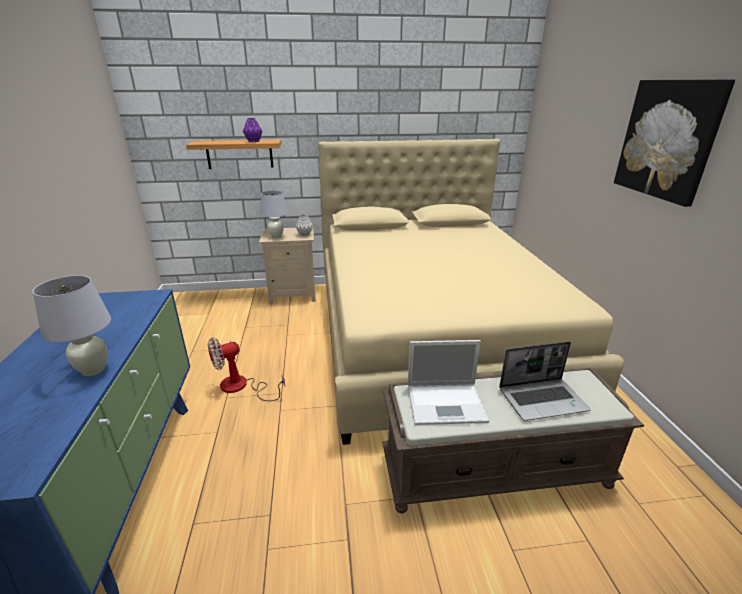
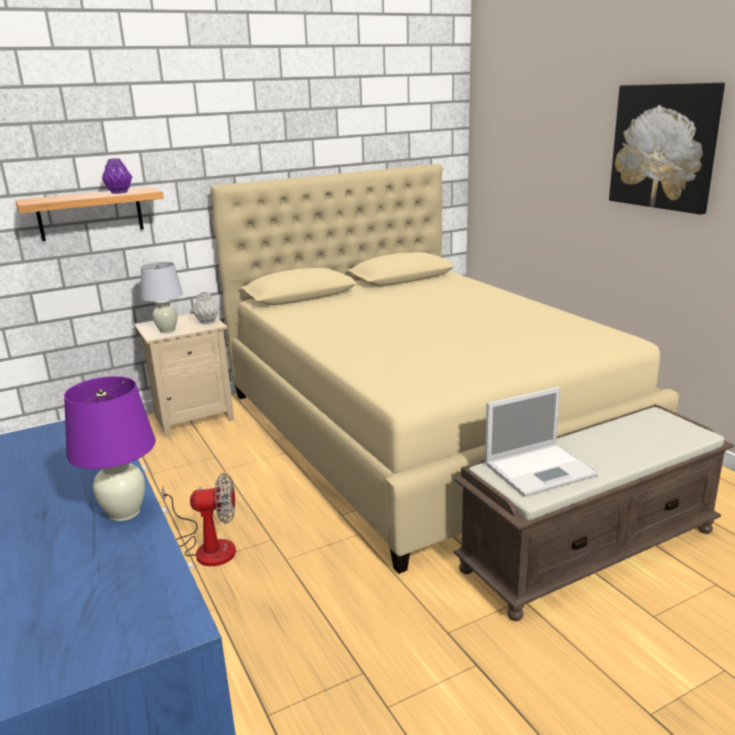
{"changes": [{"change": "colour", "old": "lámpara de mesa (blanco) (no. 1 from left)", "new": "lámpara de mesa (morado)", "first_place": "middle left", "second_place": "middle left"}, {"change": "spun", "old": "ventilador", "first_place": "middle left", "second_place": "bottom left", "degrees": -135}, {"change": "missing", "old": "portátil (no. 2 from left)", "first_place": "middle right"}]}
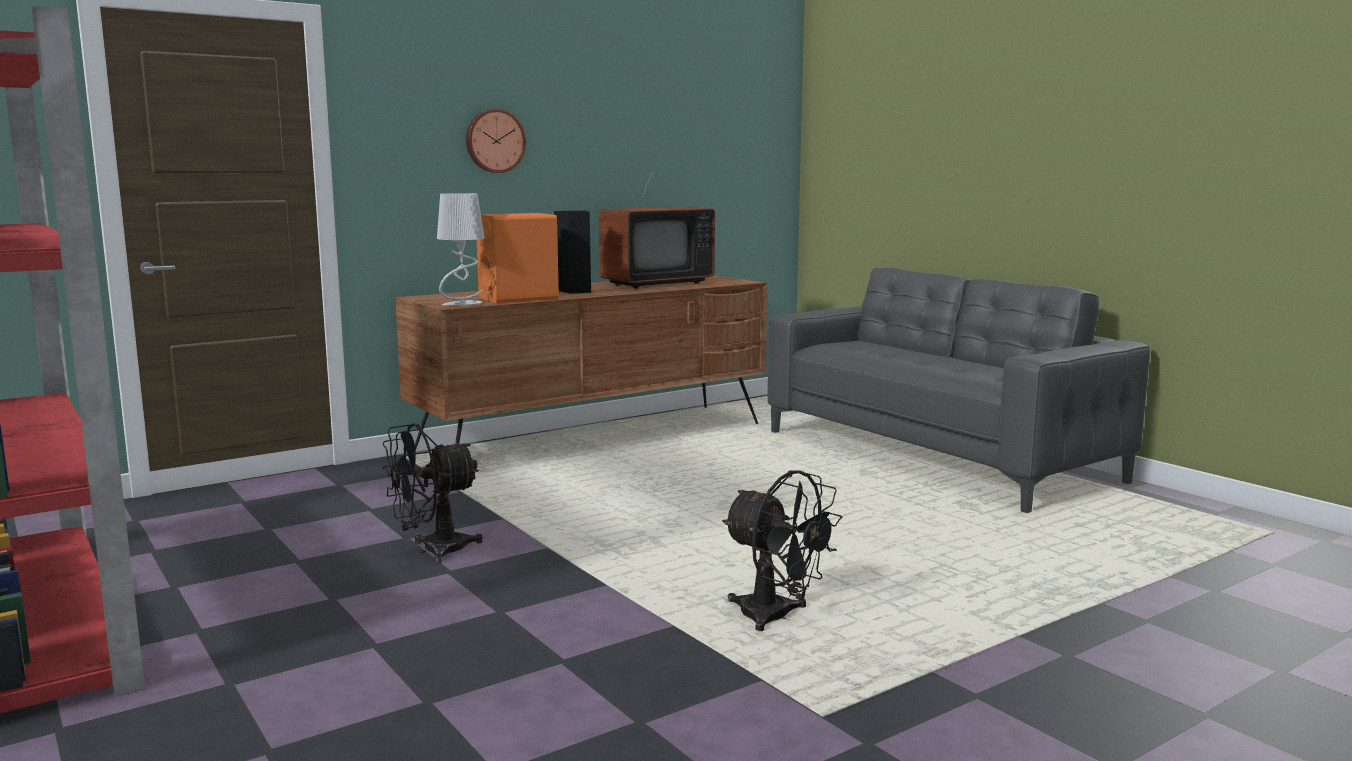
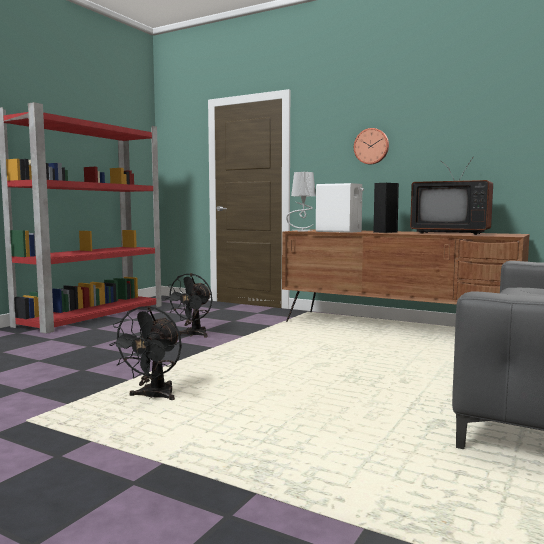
{"changes": [{"change": "spun", "old": "ventilador (negro) (no. 1 from left in the first image)", "first_place": "middle left", "second_place": "centre", "degrees": -105}, {"change": "colour", "old": "altavoz (naranja)", "new": "altavoz (blanco)", "first_place": "centre", "second_place": "centre"}]}
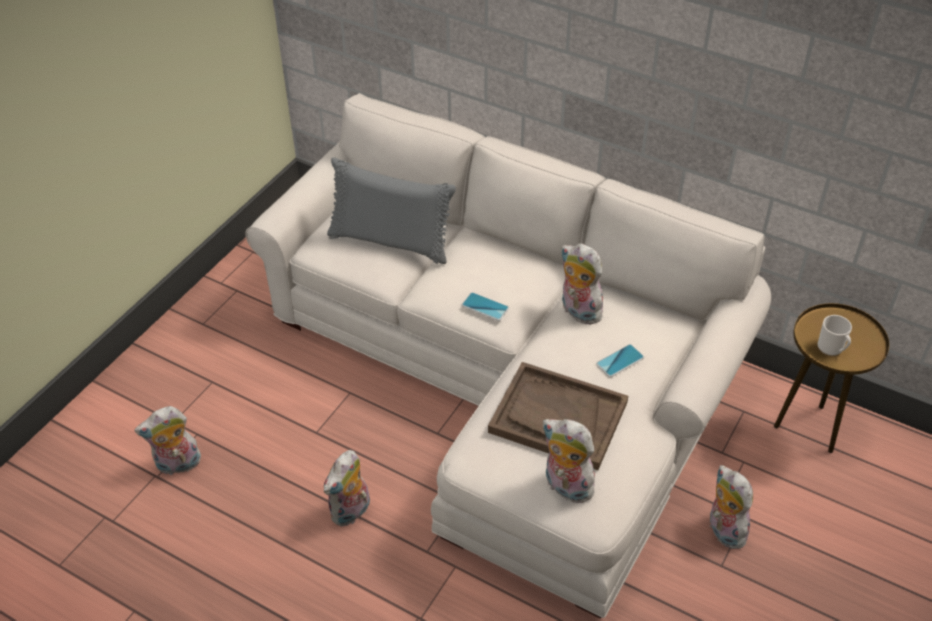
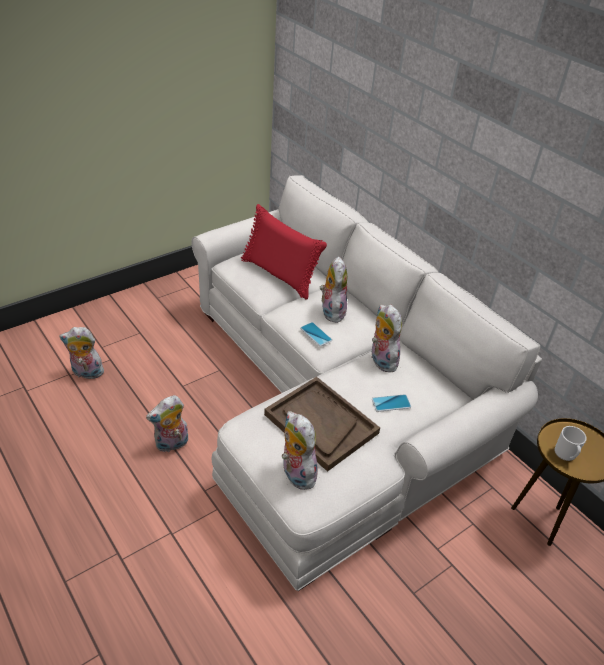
{"changes": [{"change": "colour", "old": "cojín (gris)", "new": "cojín (rojo)", "first_place": "centre", "second_place": "centre"}, {"change": "relocated", "old": "peluche (no. 5 from left in the first image)", "new": "peluche (no. 4 from left)", "first_place": "bottom right", "second_place": "centre"}]}
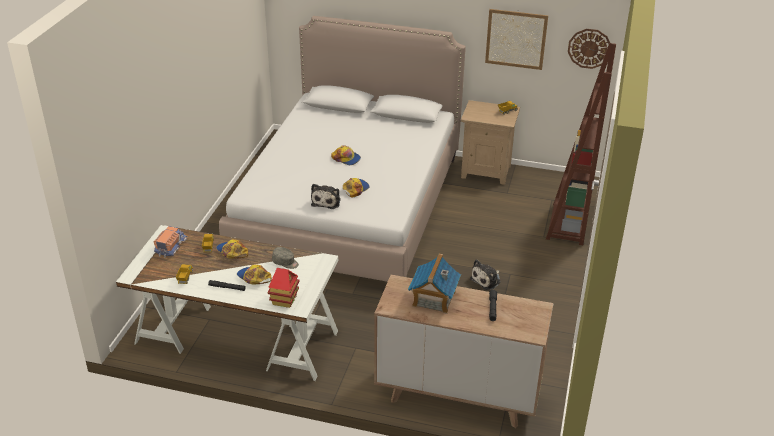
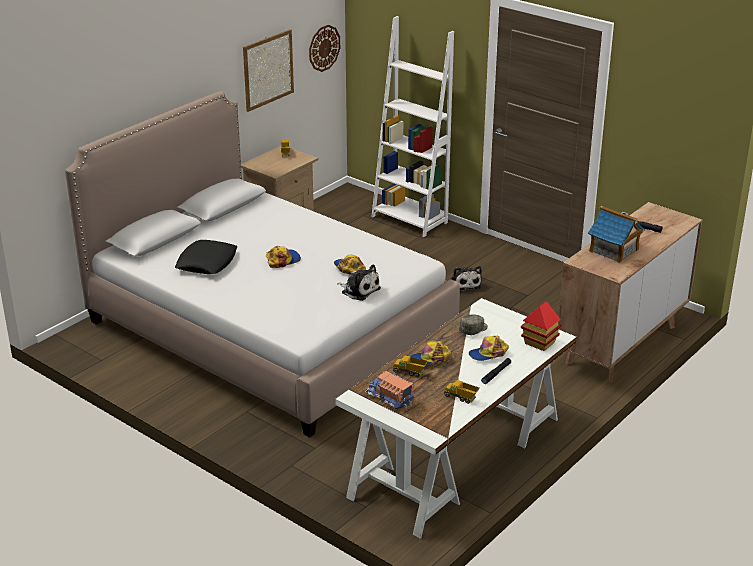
{"changes": [{"change": "appeared", "new": "cojín (negro)", "second_place": "middle left"}, {"change": "colour", "old": "estantería (marrón)", "new": "estantería (blanco)", "first_place": "top right", "second_place": "top centre"}]}
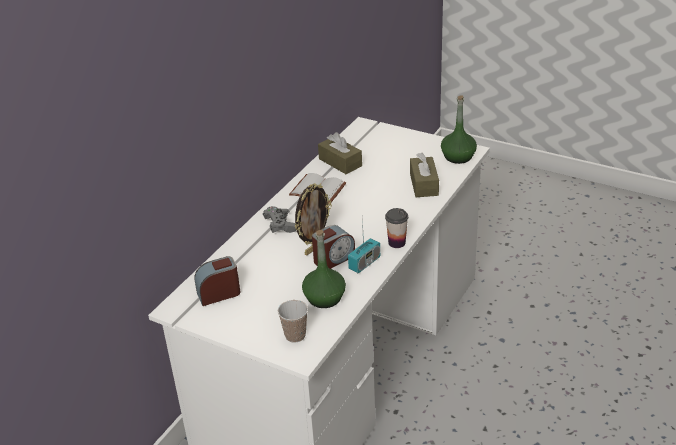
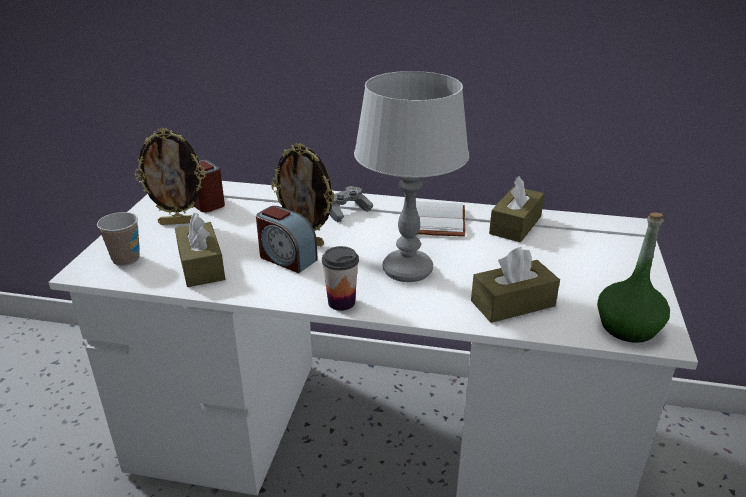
{"changes": [{"change": "appeared", "new": "portarretratos (no. 1 from left)", "second_place": "middle left"}, {"change": "exchanged", "old": "botella (verde) (no. 1 from left)", "new": "caja de pañuelos (marrón) (no. 1 from left)", "first_place": "centre", "second_place": "middle left"}, {"change": "appeared", "new": "lámpara de mesa (gris)", "second_place": "centre"}, {"change": "missing", "old": "radio", "first_place": "centre"}]}
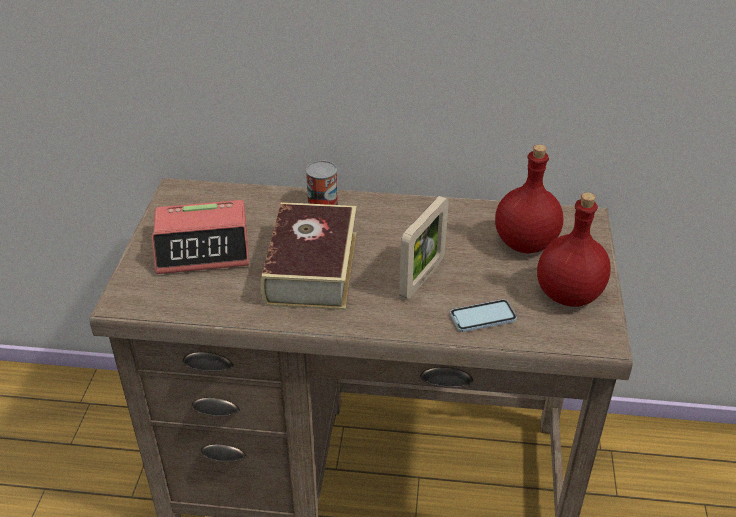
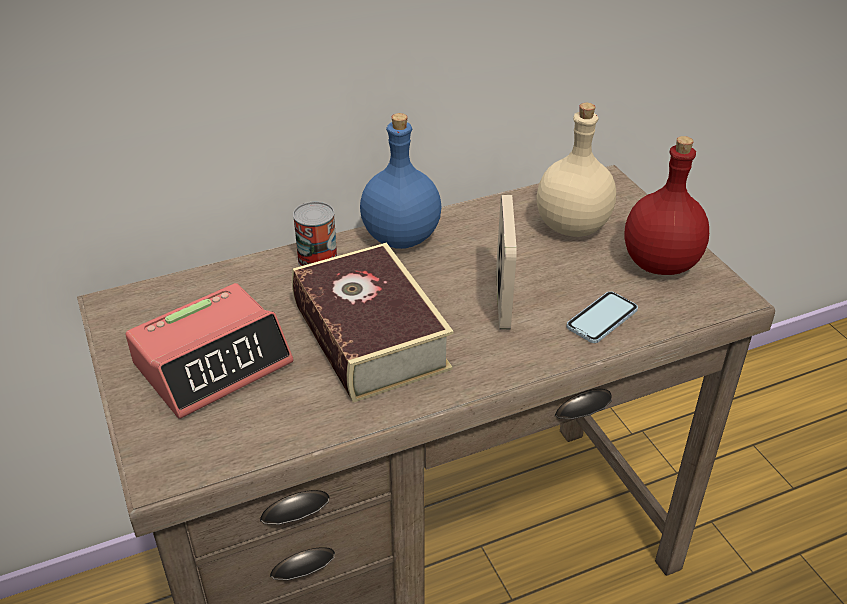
{"changes": [{"change": "appeared", "new": "botella (azul)", "second_place": "top centre"}, {"change": "colour", "old": "botella (rojo) (no. 1 from left)", "new": "botella (beis)", "first_place": "middle right", "second_place": "top right"}]}
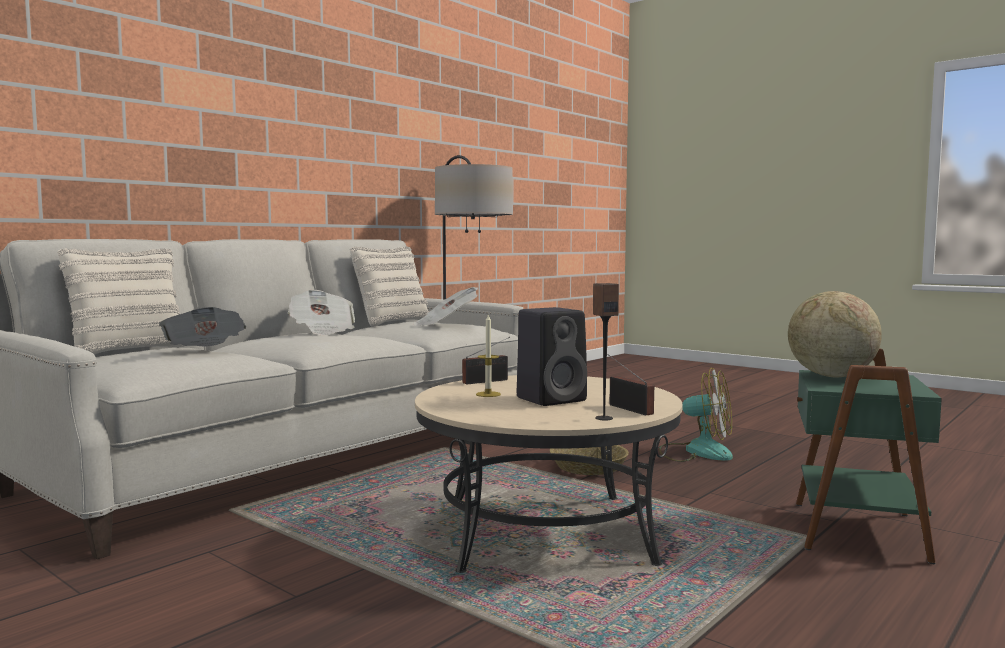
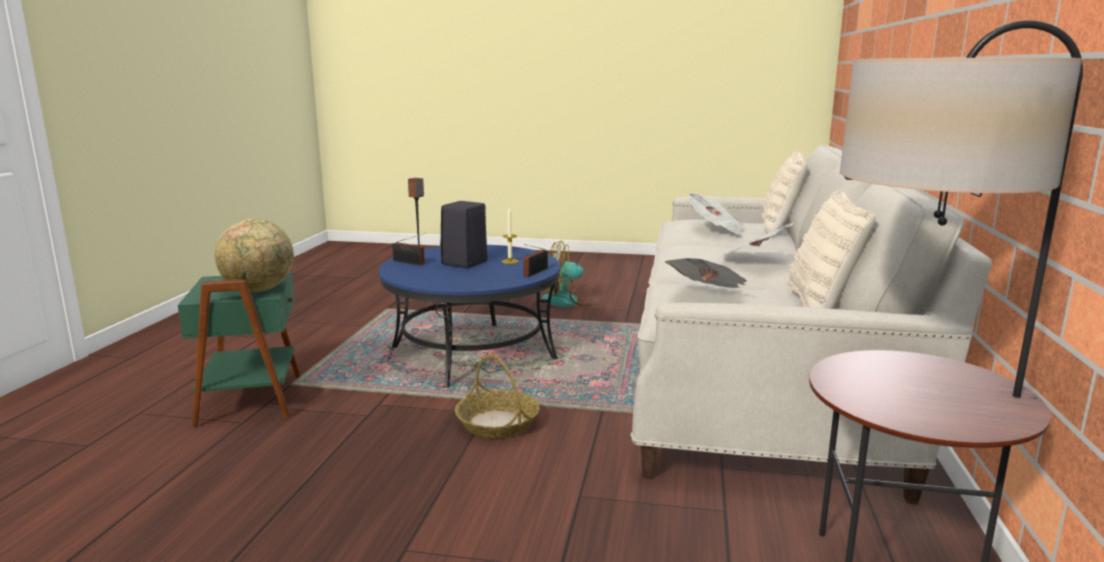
{"changes": [{"change": "colour", "old": "mesa de centro (beis)", "new": "mesa de centro (azul)", "first_place": "bottom centre", "second_place": "centre"}, {"change": "relocated", "old": "ventilador", "first_place": "middle right", "second_place": "centre"}]}
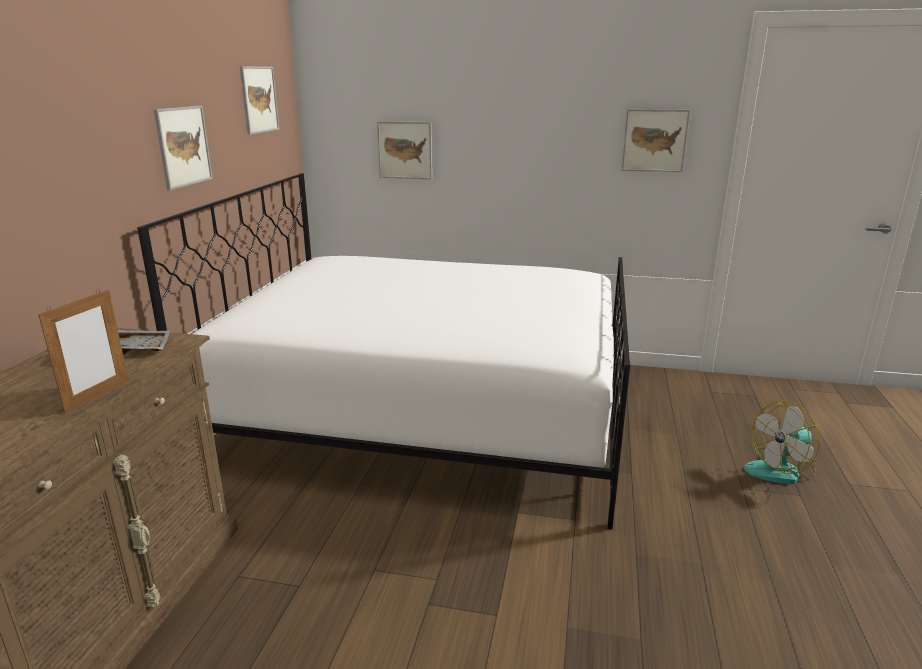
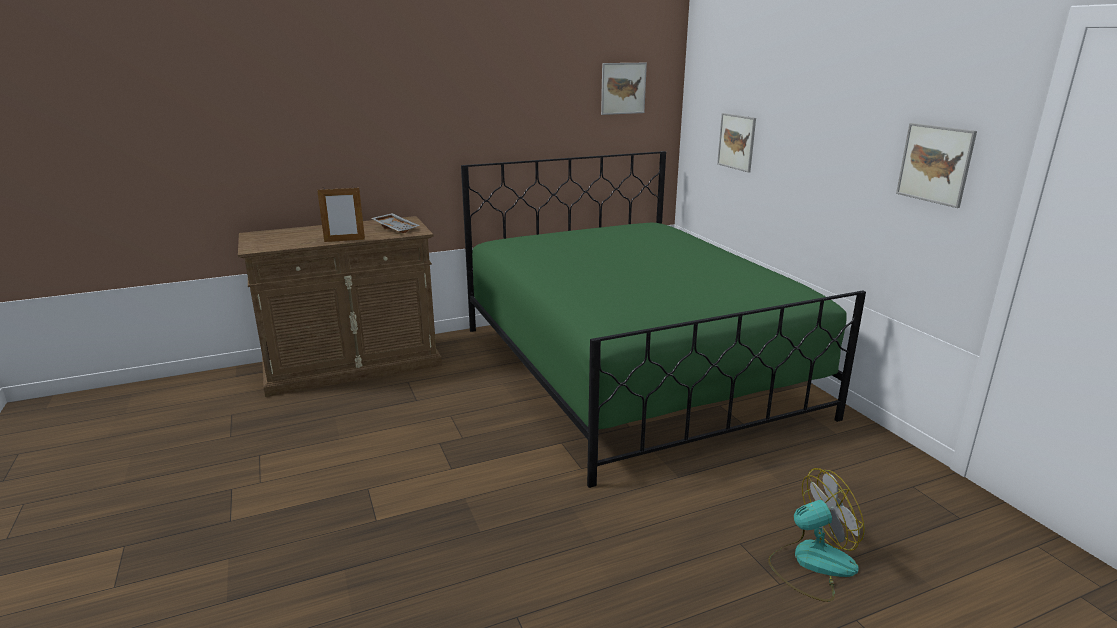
{"changes": [{"change": "colour", "old": "cama (blanco)", "new": "cama (verde)", "first_place": "centre", "second_place": "centre"}, {"change": "spun", "old": "ventilador", "first_place": "middle right", "second_place": "bottom right", "degrees": 135}, {"change": "missing", "old": "cuadro (no. 1 from left)", "first_place": "top left"}]}
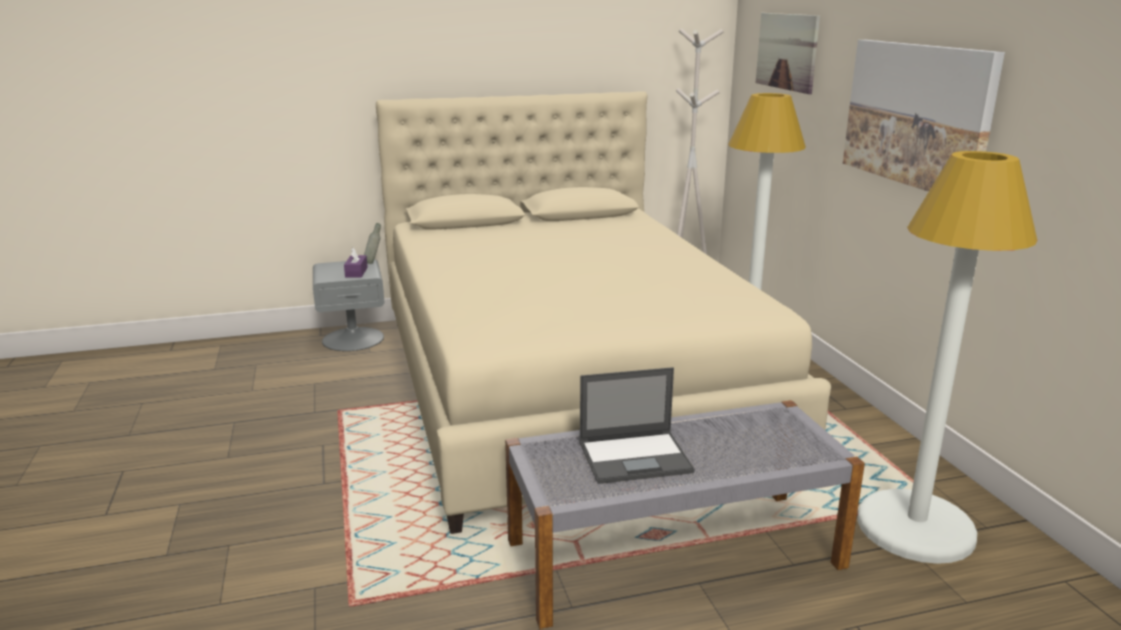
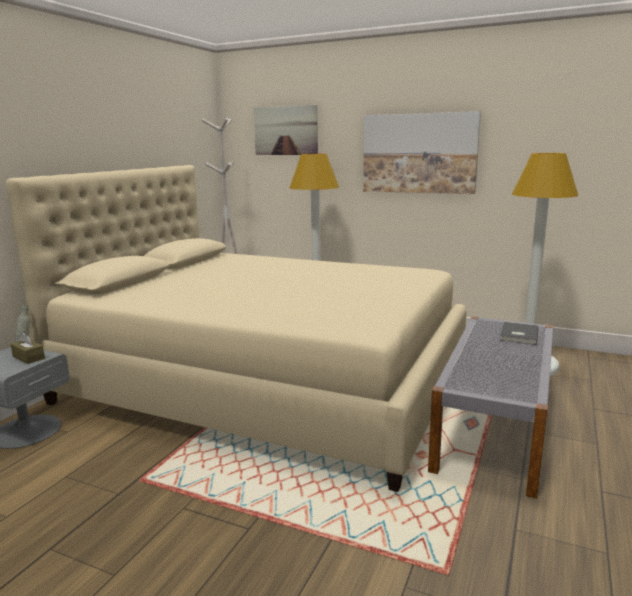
{"changes": [{"change": "colour", "old": "caja de pañuelos (morado)", "new": "caja de pañuelos (marrón)", "first_place": "middle left", "second_place": "middle left"}, {"change": "appeared", "new": "libro (gris)", "second_place": "middle right"}, {"change": "missing", "old": "portátil", "first_place": "bottom centre"}]}
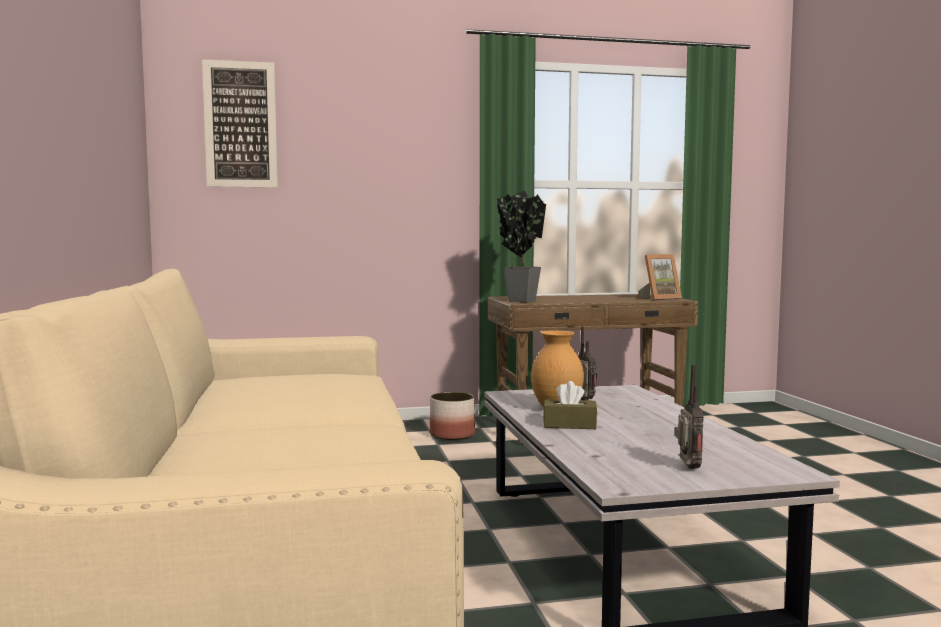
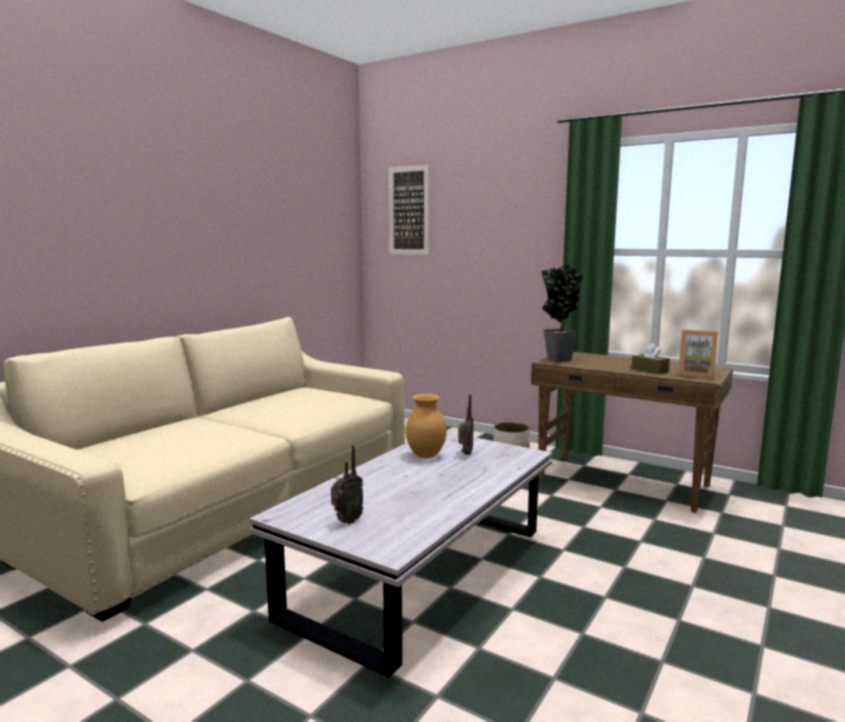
{"changes": [{"change": "relocated", "old": "caja de pañuelos (marrón)", "first_place": "centre", "second_place": "middle right"}]}
